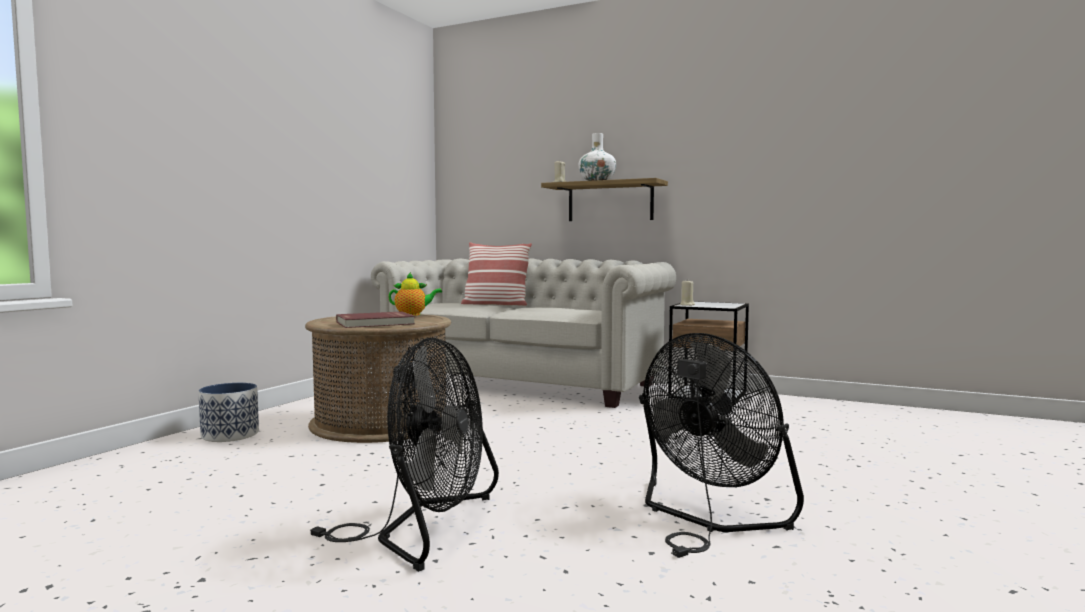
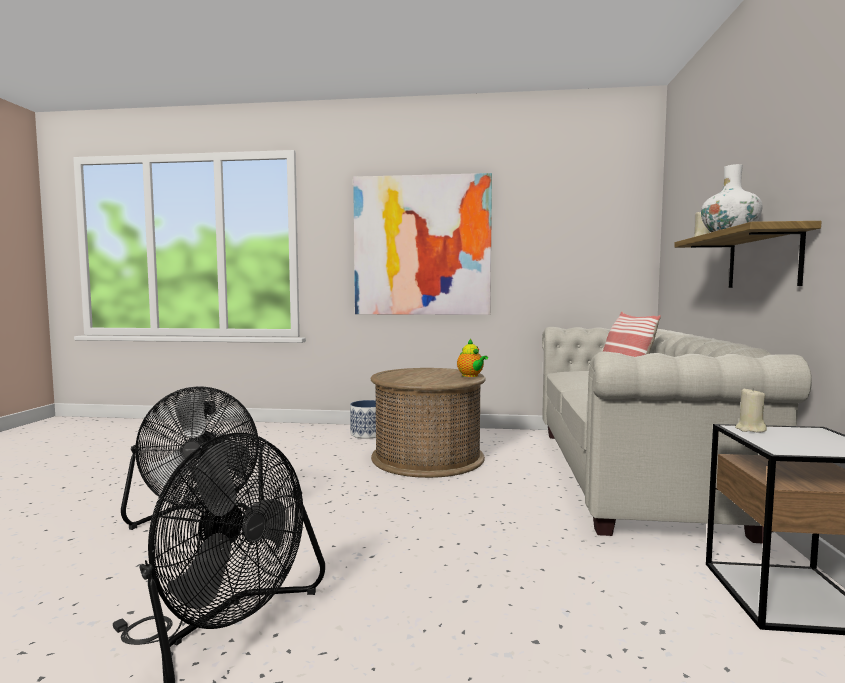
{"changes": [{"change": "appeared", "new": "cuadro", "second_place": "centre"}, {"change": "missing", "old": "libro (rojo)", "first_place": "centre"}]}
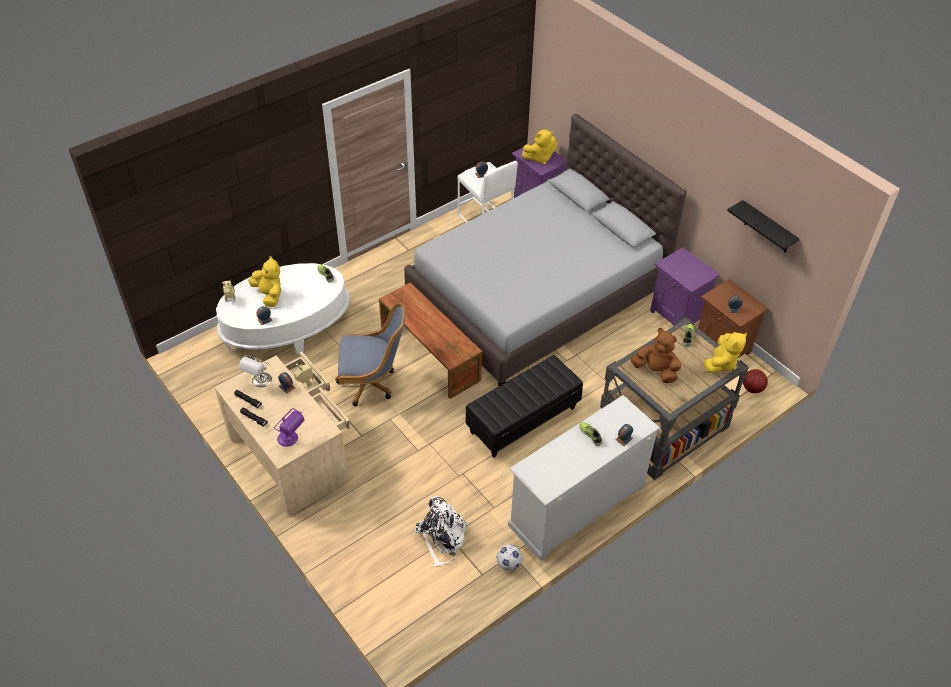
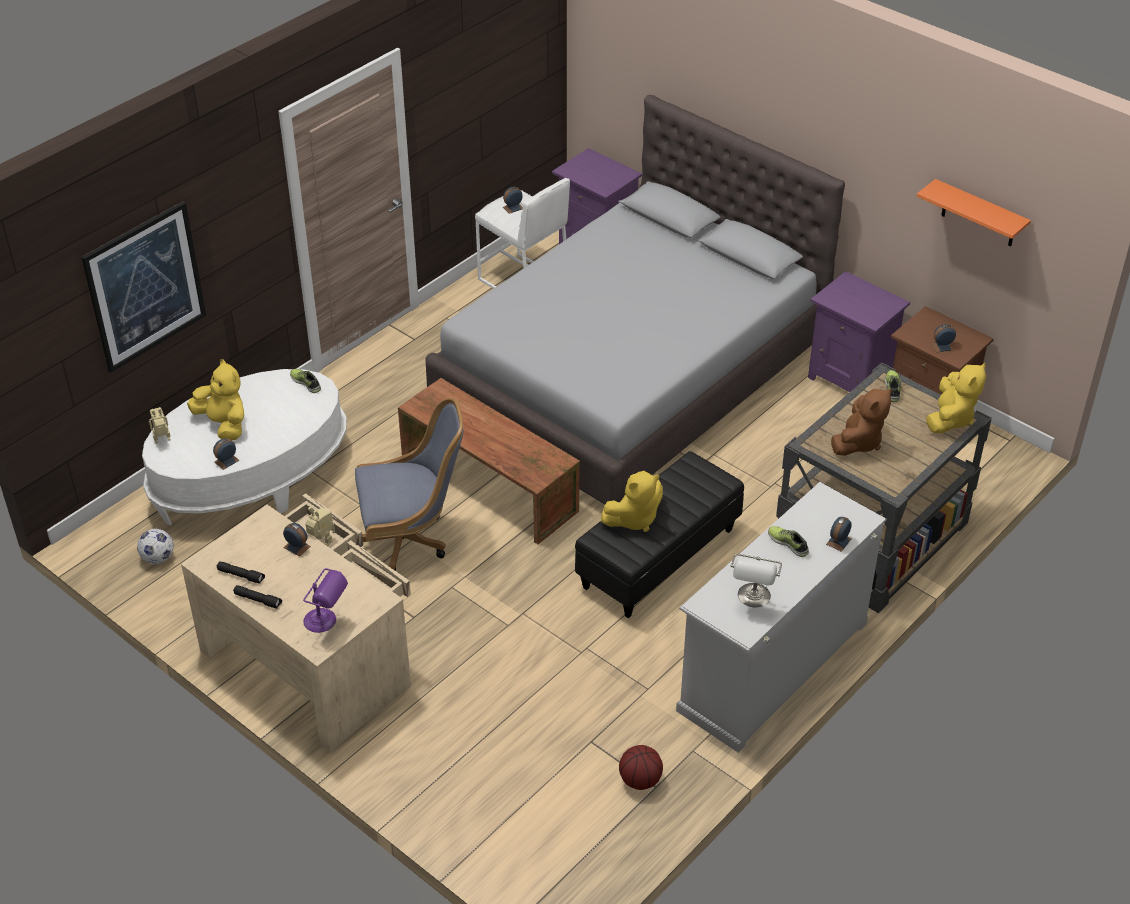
{"changes": [{"change": "appeared", "new": "cuadro", "second_place": "top left"}, {"change": "relocated", "old": "balón de fútbol", "first_place": "bottom centre", "second_place": "middle left"}, {"change": "relocated", "old": "peluche (amarillo) (no. 2 from left)", "first_place": "top centre", "second_place": "centre"}, {"change": "relocated", "old": "balón de baloncesto", "first_place": "middle right", "second_place": "bottom centre"}, {"change": "relocated", "old": "lámpara de mesa (blanco)", "first_place": "middle left", "second_place": "middle right"}, {"change": "spun", "old": "peluche (marrón)", "first_place": "middle right", "second_place": "middle right", "degrees": 105}, {"change": "colour", "old": "estante (negro)", "new": "estante (naranja)", "first_place": "top right", "second_place": "top right"}, {"change": "missing", "old": "mochila (blanco)", "first_place": "bottom centre"}]}
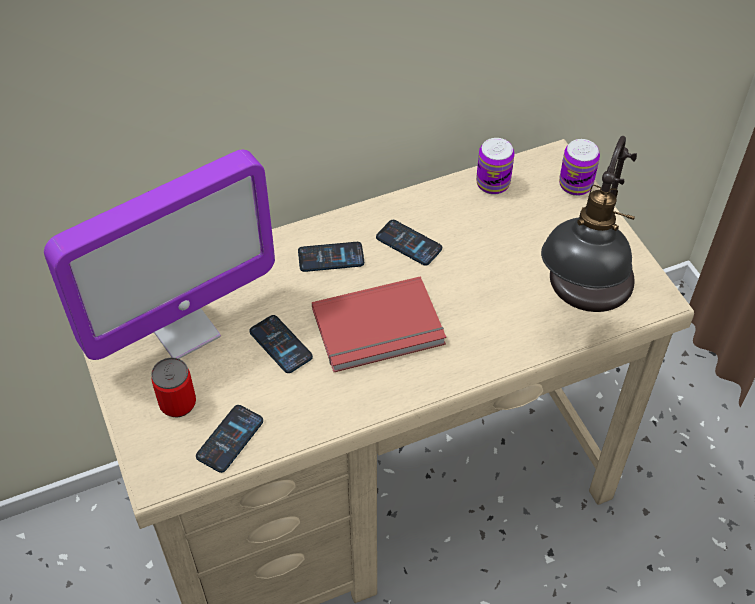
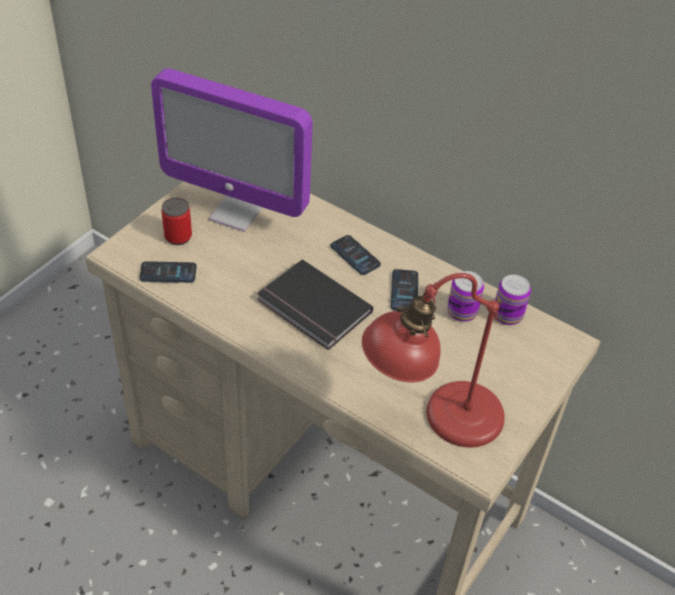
{"changes": [{"change": "colour", "old": "libro (rojo)", "new": "libro (negro)", "first_place": "centre", "second_place": "centre"}, {"change": "colour", "old": "lámpara de mesa (gris)", "new": "lámpara de mesa (rojo)", "first_place": "middle right", "second_place": "centre"}, {"change": "relocated", "old": "lata (no. 3 from left in the first image)", "new": "lata (no. 2 from left)", "first_place": "top right", "second_place": "middle right"}, {"change": "missing", "old": "móvil (no. 2 from left)", "first_place": "centre"}]}
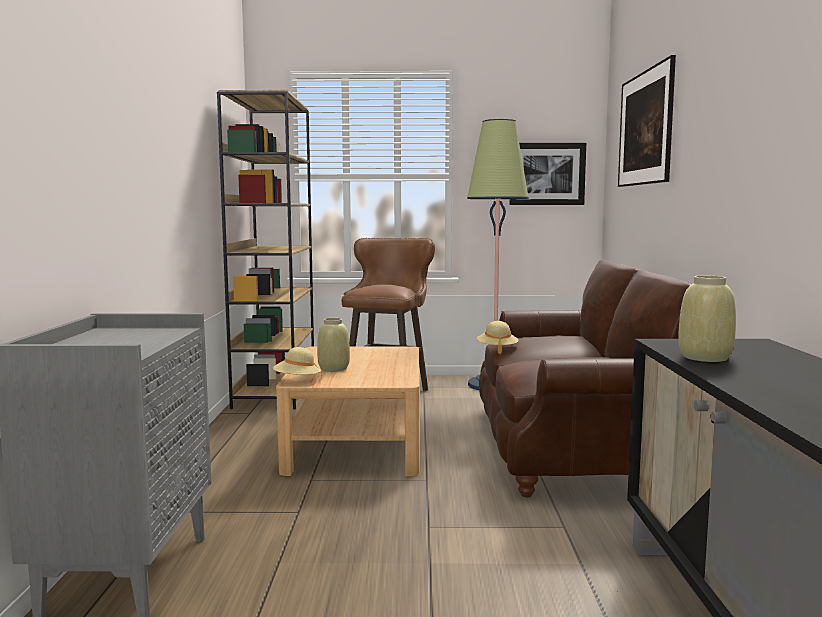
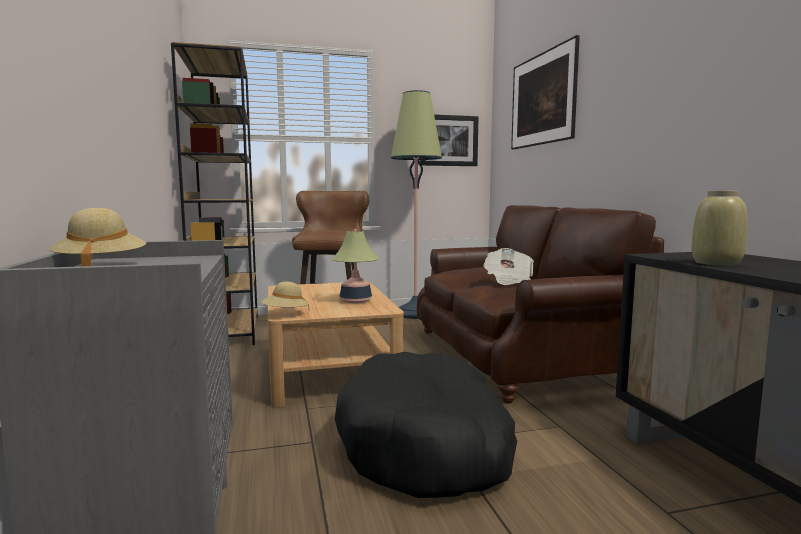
{"changes": [{"change": "relocated", "old": "sombrero (beis) (no. 2 from left in the first image)", "new": "sombrero (beis) (no. 1 from left)", "first_place": "centre", "second_place": "middle left"}, {"change": "appeared", "new": "lámpara de mesa", "second_place": "centre"}, {"change": "appeared", "new": "cama para perro (negro)", "second_place": "bottom centre"}, {"change": "appeared", "new": "periódico", "second_place": "centre"}, {"change": "missing", "old": "florero (beis) (no. 1 from left)", "first_place": "centre"}]}
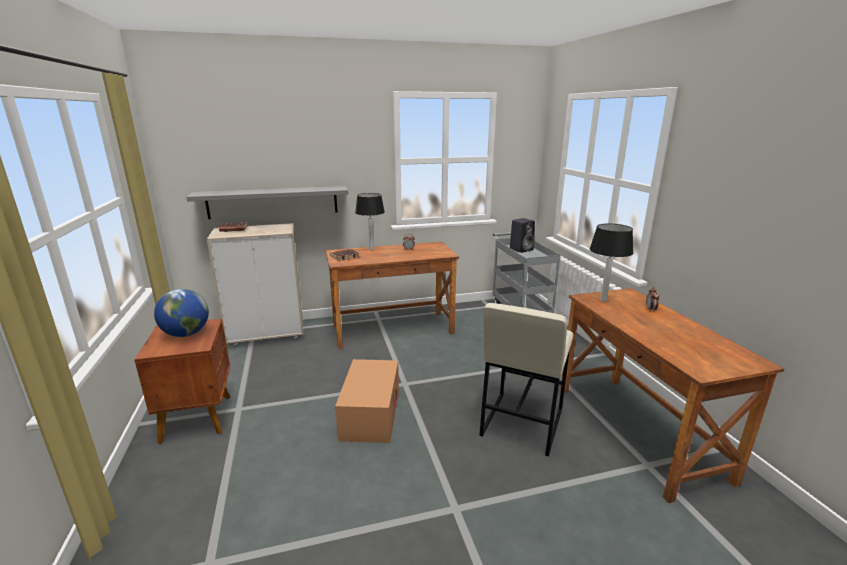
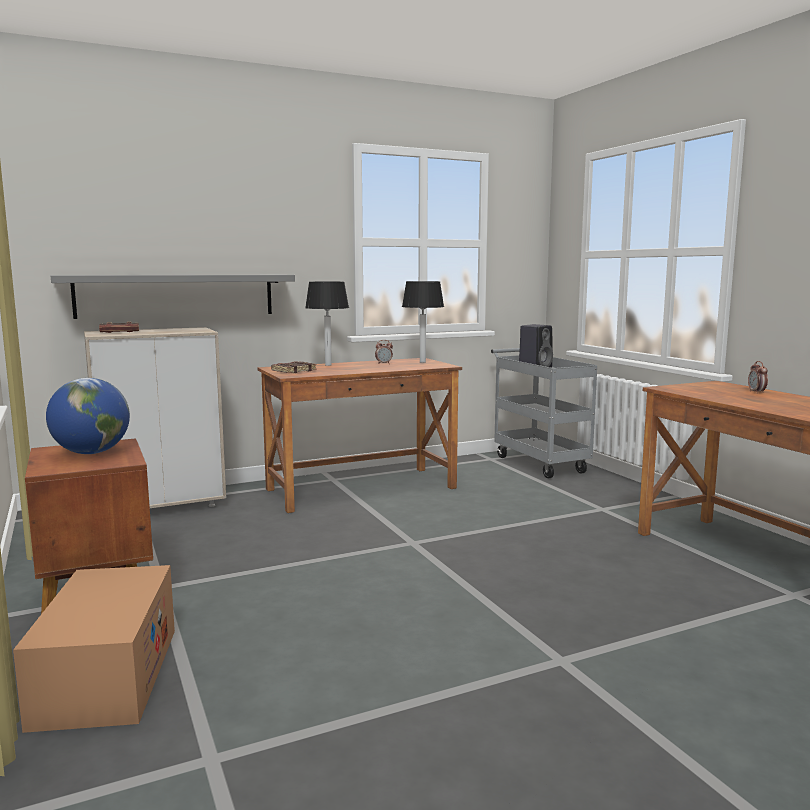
{"changes": [{"change": "relocated", "old": "caja de cartón", "first_place": "bottom centre", "second_place": "bottom left"}, {"change": "relocated", "old": "lámpara de mesa (no. 2 from left)", "first_place": "middle right", "second_place": "centre"}, {"change": "missing", "old": "silla (beis)", "first_place": "bottom centre"}]}
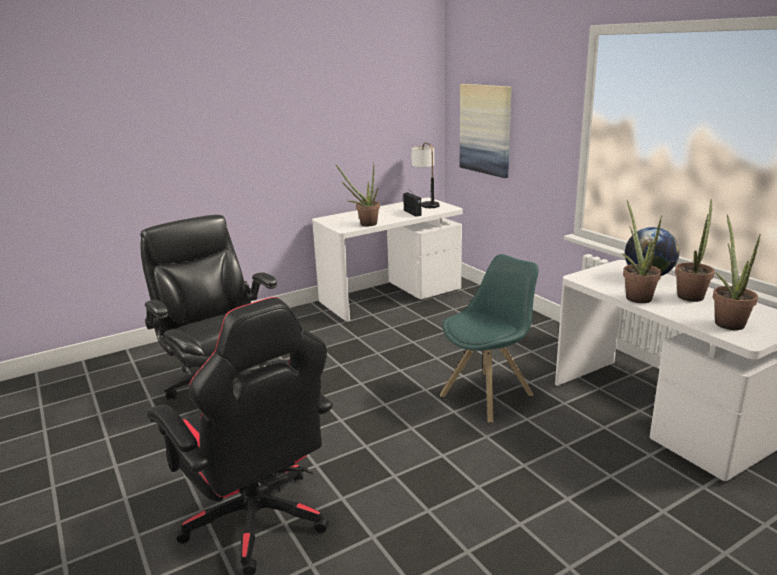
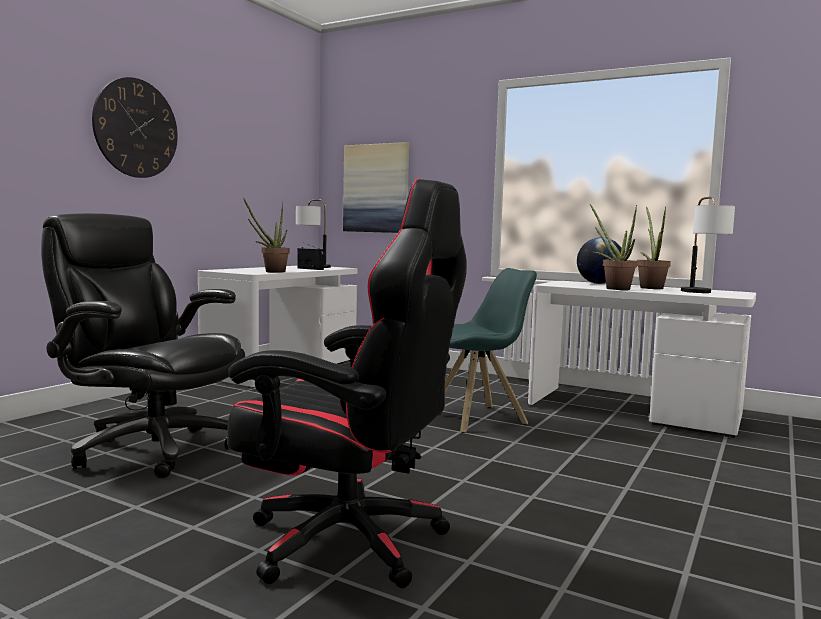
{"changes": [{"change": "appeared", "new": "reloj de pared", "second_place": "top left"}, {"change": "spun", "old": "silla (turquesa)", "first_place": "centre", "second_place": "centre", "degrees": 45}, {"change": "exchanged", "old": "planta en maceta (no. 4 from left)", "new": "lámpara de mesa (no. 2 from left)", "first_place": "middle right", "second_place": "middle right"}]}
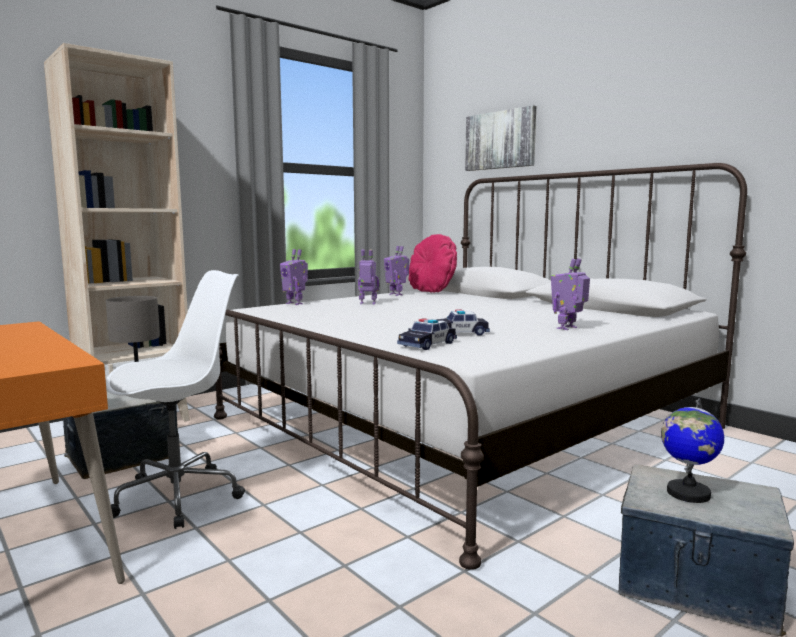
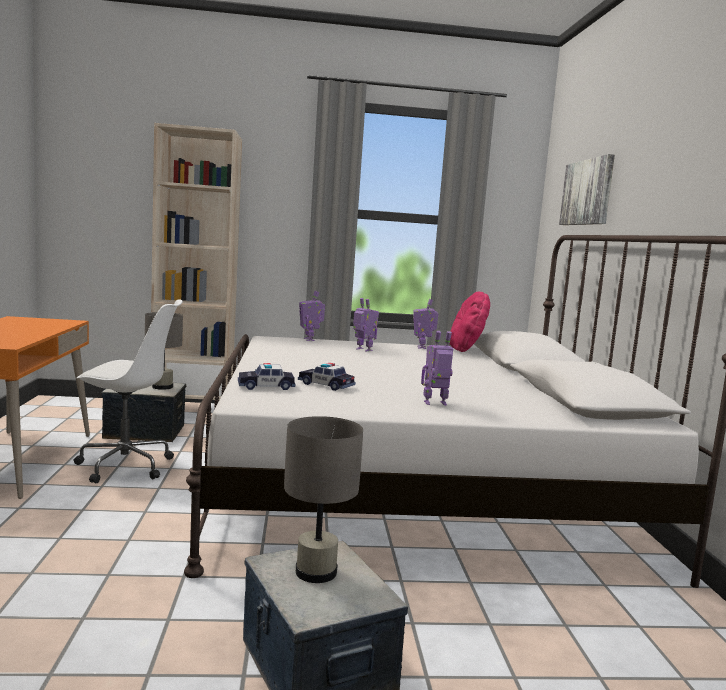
{"changes": [{"change": "exchanged", "old": "globo terráqueo", "new": "lámpara de mesa (gris) (no. 2 from left)", "first_place": "bottom right", "second_place": "bottom centre"}]}
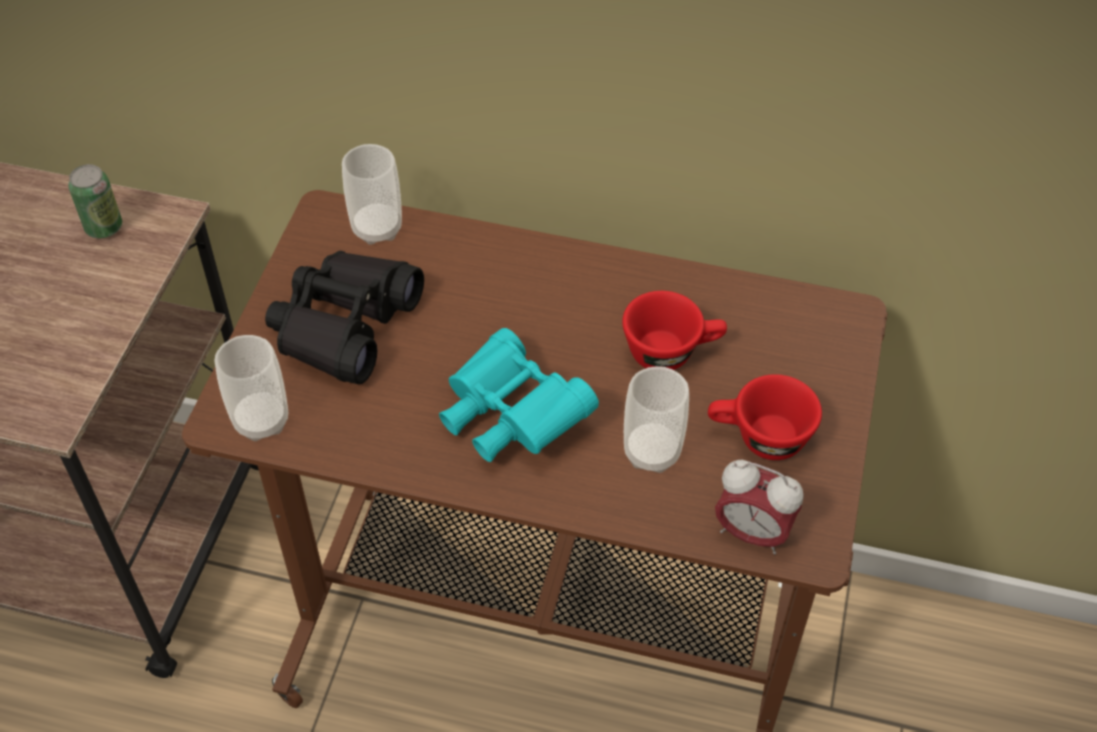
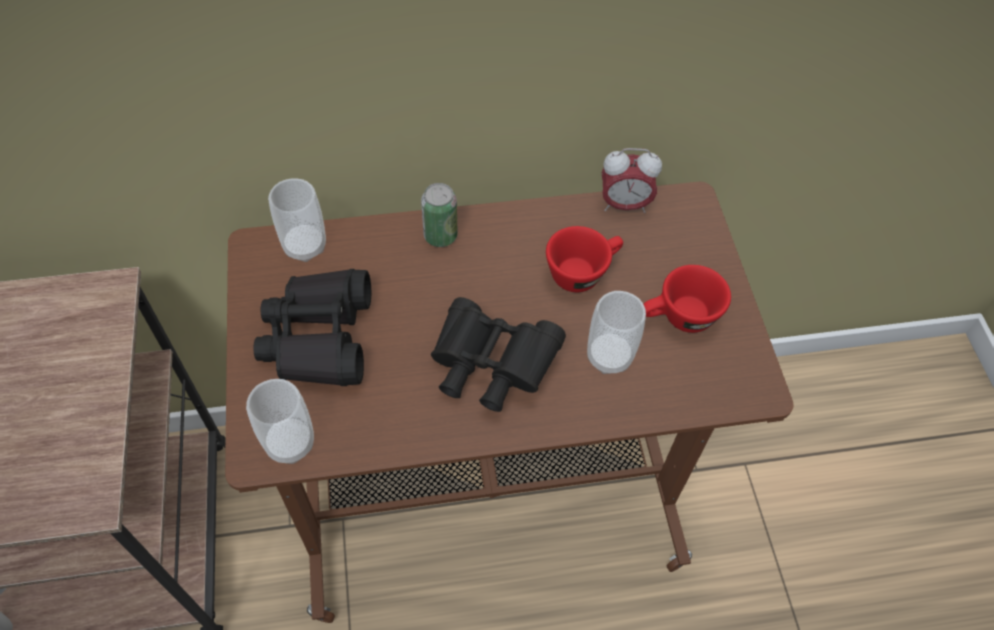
{"changes": [{"change": "relocated", "old": "lata", "first_place": "top left", "second_place": "centre"}, {"change": "colour", "old": "prismáticos (turquesa)", "new": "prismáticos (negro) (no. 2 from left)", "first_place": "centre", "second_place": "centre"}, {"change": "relocated", "old": "despertador", "first_place": "bottom right", "second_place": "top centre"}]}
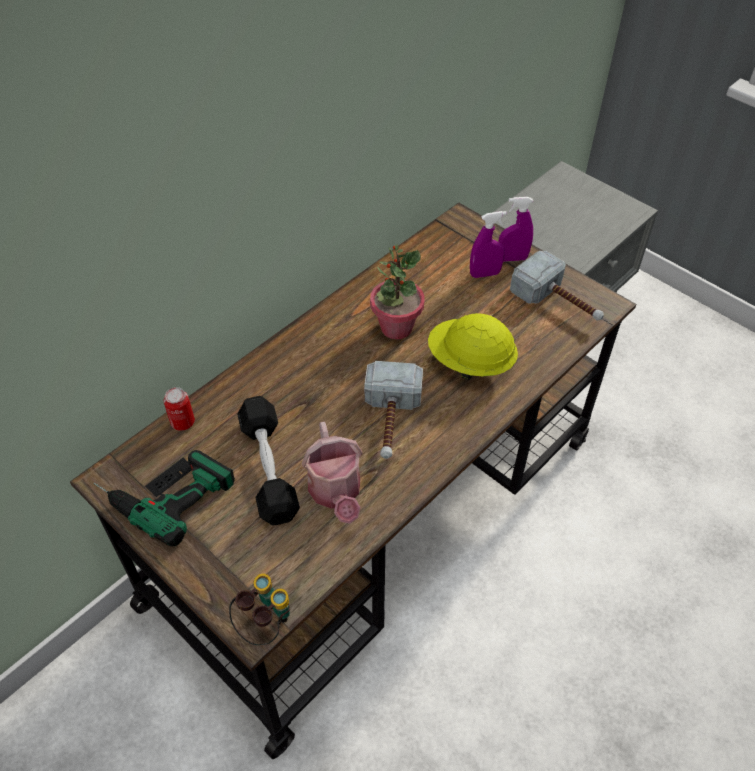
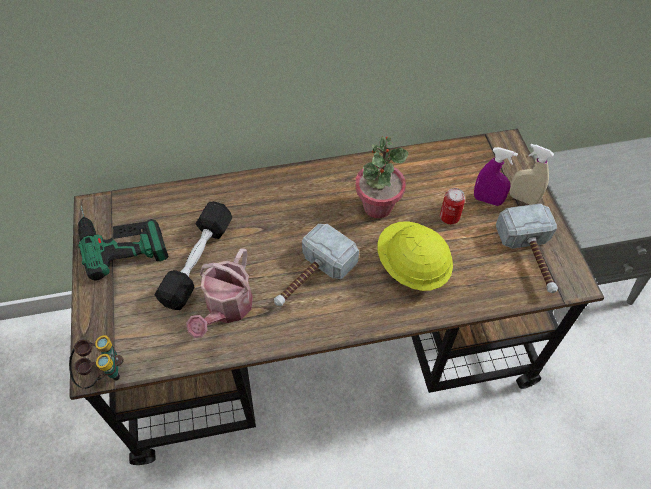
{"changes": [{"change": "relocated", "old": "lata", "first_place": "middle left", "second_place": "middle right"}, {"change": "colour", "old": "pulverizador (morado) (no. 2 from left)", "new": "pulverizador (beis)", "first_place": "top right", "second_place": "middle right"}]}
